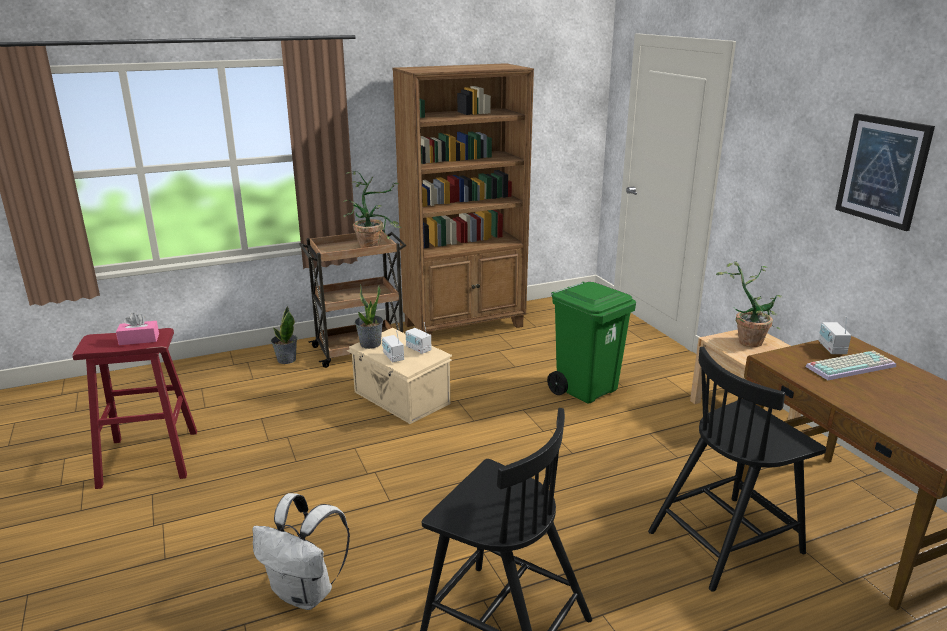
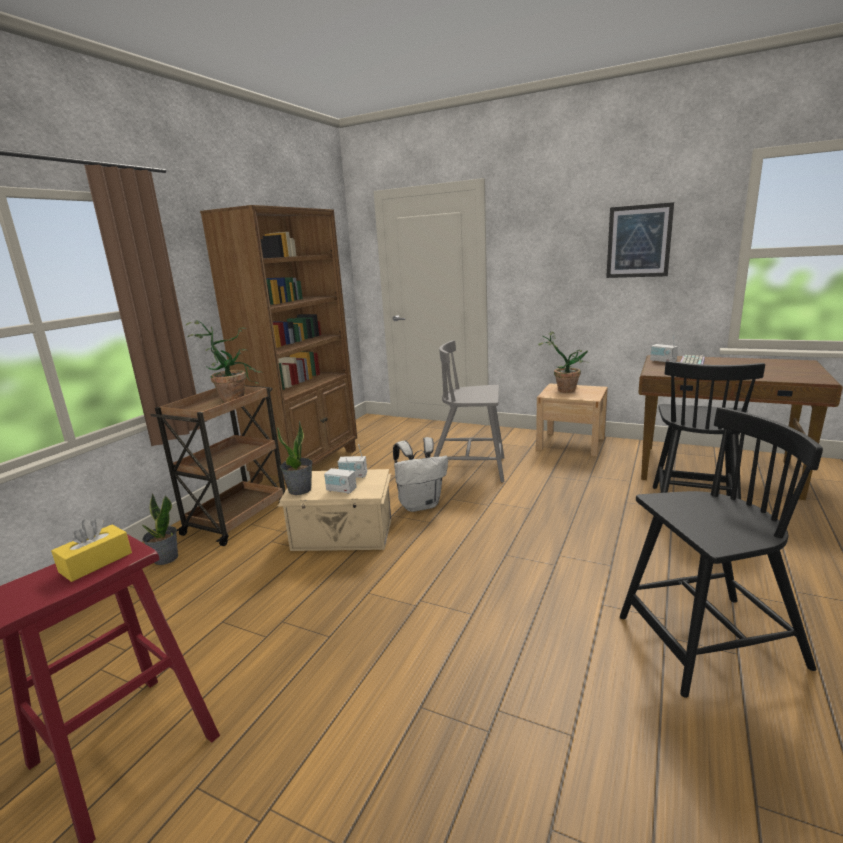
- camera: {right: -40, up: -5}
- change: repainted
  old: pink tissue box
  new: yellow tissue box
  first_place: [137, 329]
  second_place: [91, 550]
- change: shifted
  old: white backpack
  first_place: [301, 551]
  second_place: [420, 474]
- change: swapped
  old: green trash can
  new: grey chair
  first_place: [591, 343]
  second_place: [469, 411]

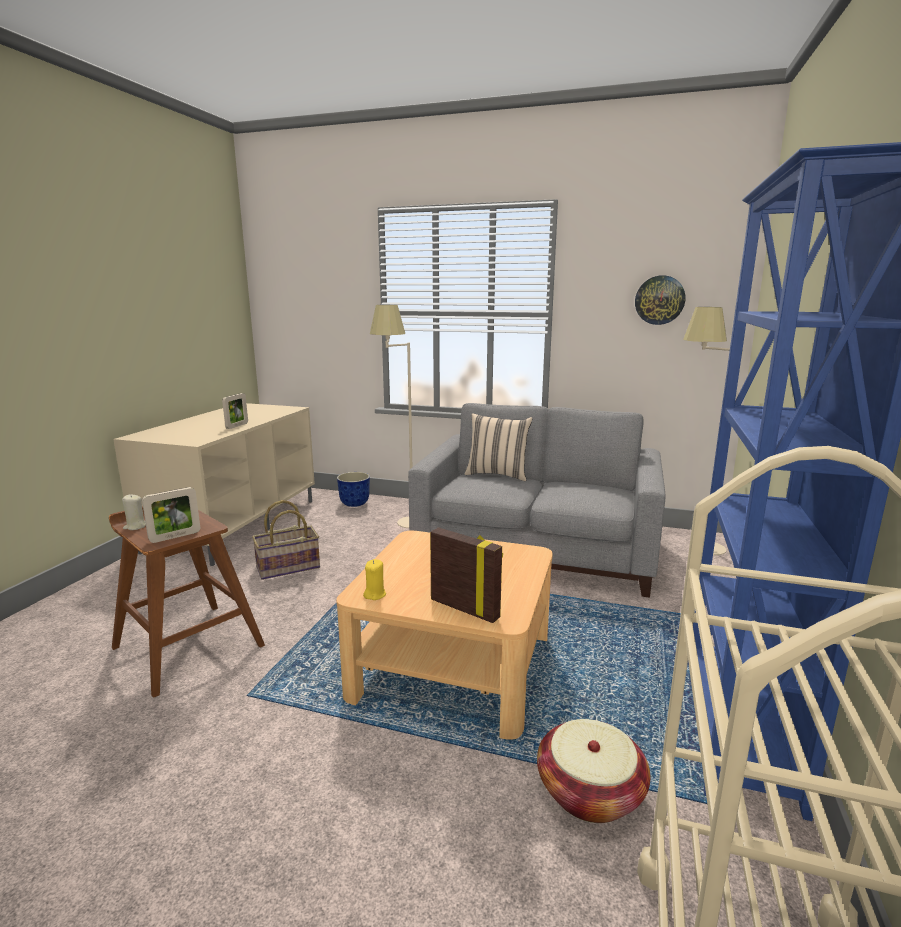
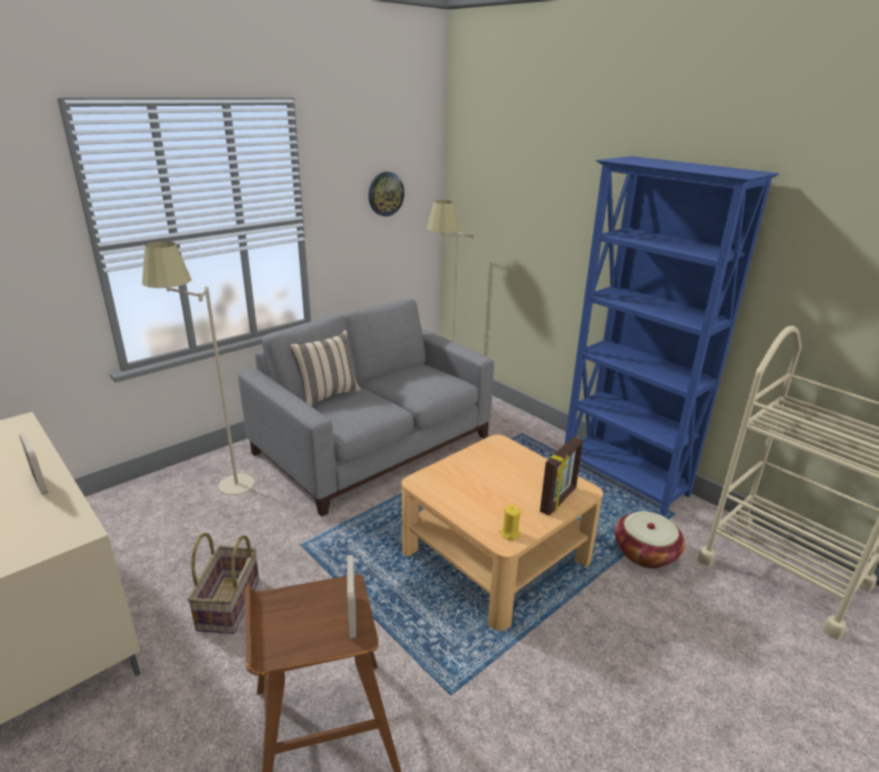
- camera: {right: -60, up: 10}
- change: gone
  old: beige candle
  first_place: [134, 512]
- change: gone
  old: planter
  first_place: [353, 489]
- change: rotated
  old: picture frame
  first_place: [466, 575]
  second_place: [561, 476]
  degrees: 150

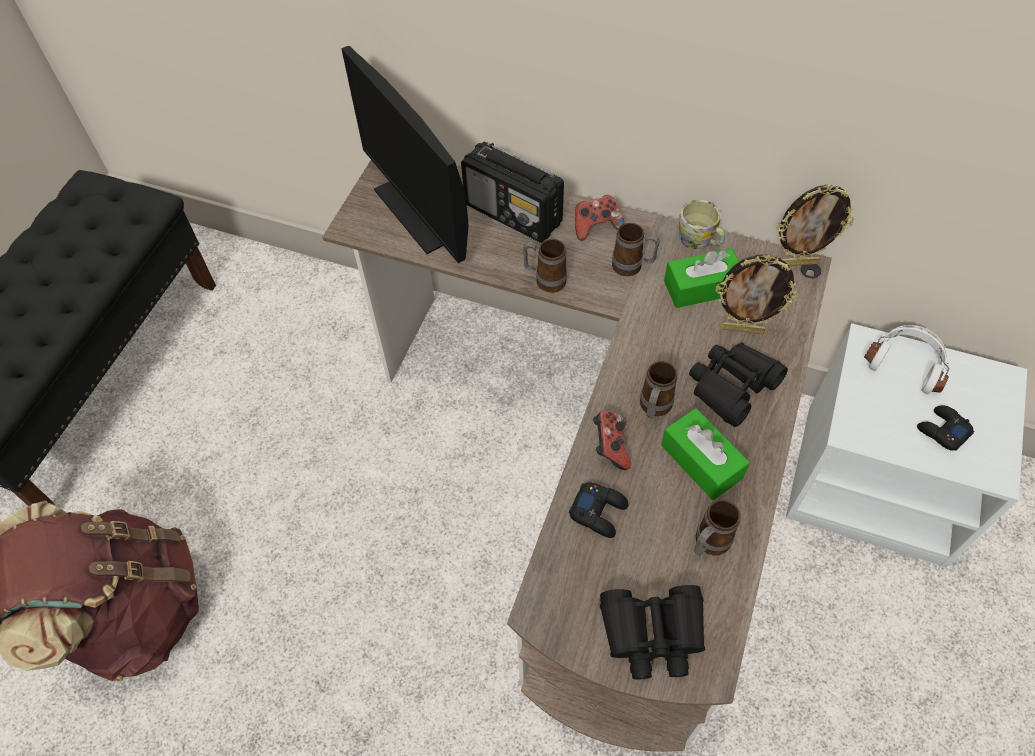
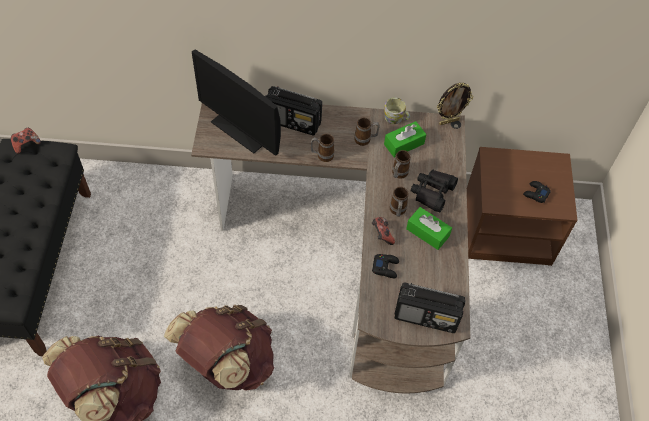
- camera: {right: -20, up: 0}
- change: shifted
  old: game controller
  first_place: [599, 218]
  second_place: [26, 141]
- change: swapped
  old: black binoculars
  new: radio
  first_place: [652, 632]
  second_place: [429, 307]
- change: shifted
  old: mug
  first_place: [717, 528]
  second_place: [401, 164]
- change: gone
  old: picture frame
  first_place: [757, 294]
- change: repainted
  old: white nightstand
  new: brown nightstand
  first_place: [906, 445]
  second_place: [522, 206]
- change: gone
  old: white headphones
  first_place: [906, 359]
- change: new
  new: brown backpack
  second_place: [219, 348]

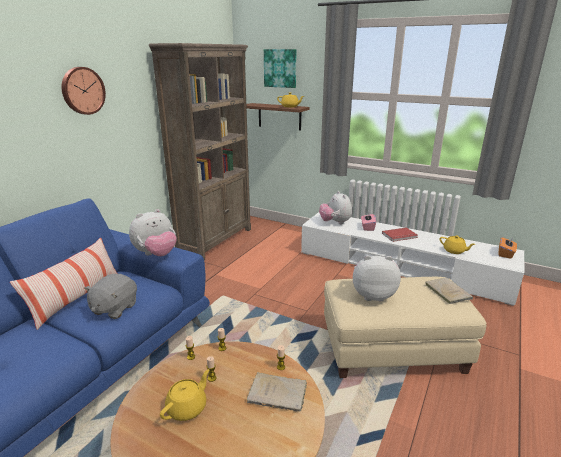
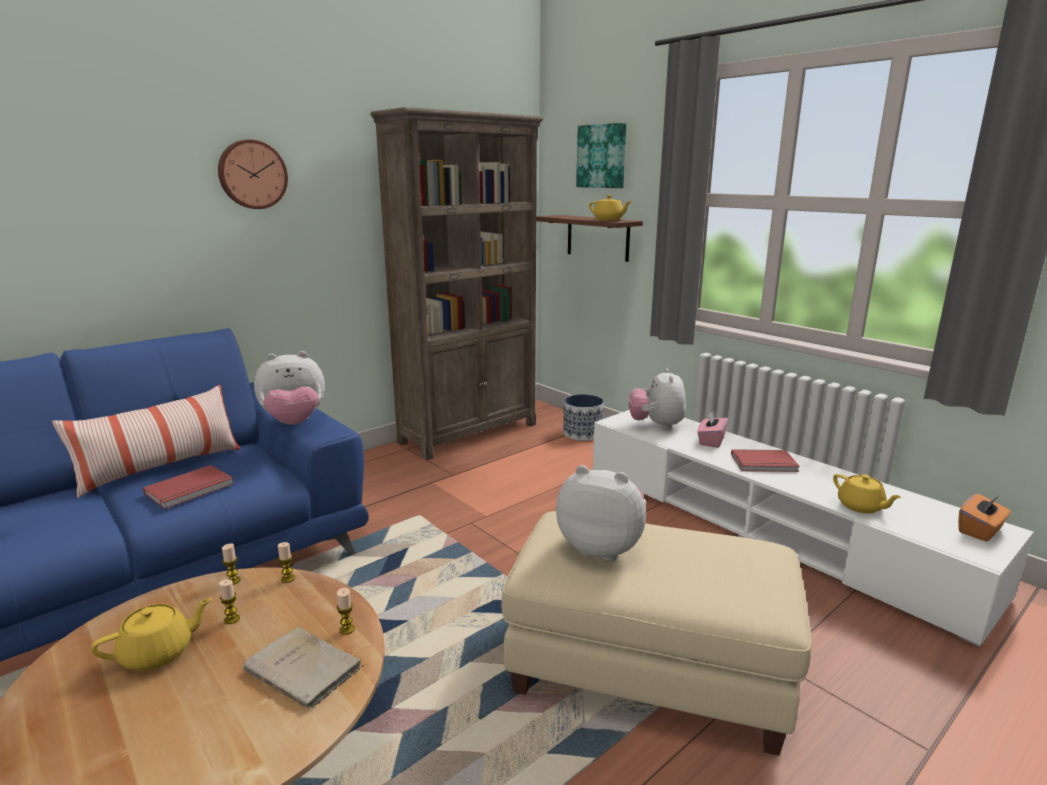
- camera: {right: 20, up: -5}
- change: swapped
  old: grey plush toy
  new: red book
  first_place: [110, 296]
  second_place: [188, 487]
- change: gone
  old: beige book
  first_place: [448, 291]
- change: new
  new: planter
  second_place: [583, 417]

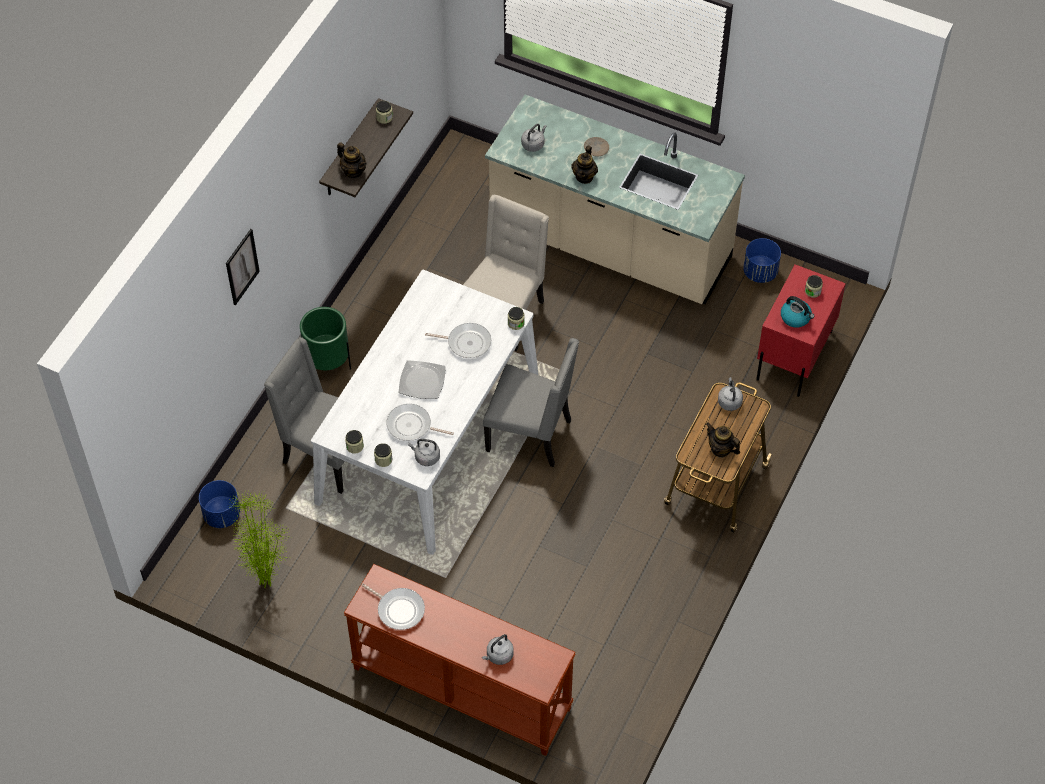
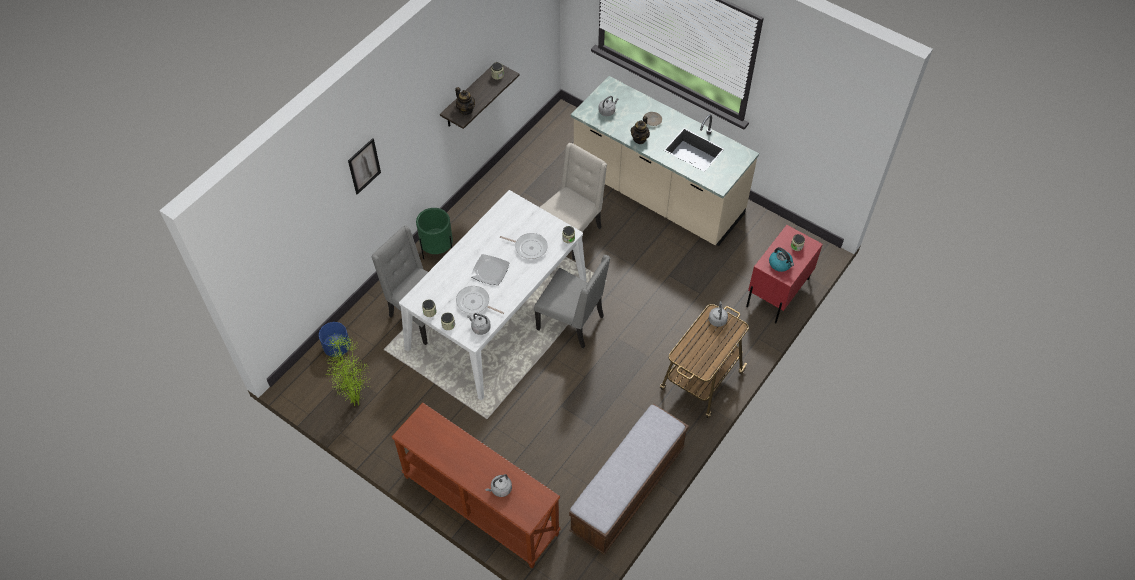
- camera: {right: 10, up: 0}
- change: gone
  old: frying pan
  first_place: [393, 606]
- change: gone
  old: teapot
  first_place: [723, 440]
- change: gone
  old: blue planter
  first_place: [762, 260]
- change: new
  new: bench
  second_place: [629, 479]

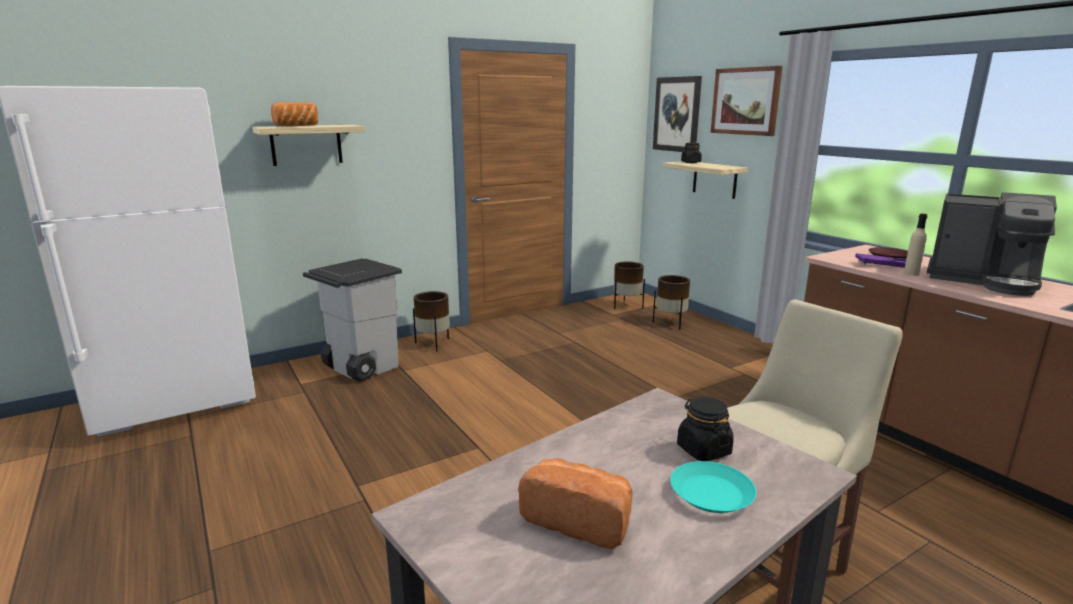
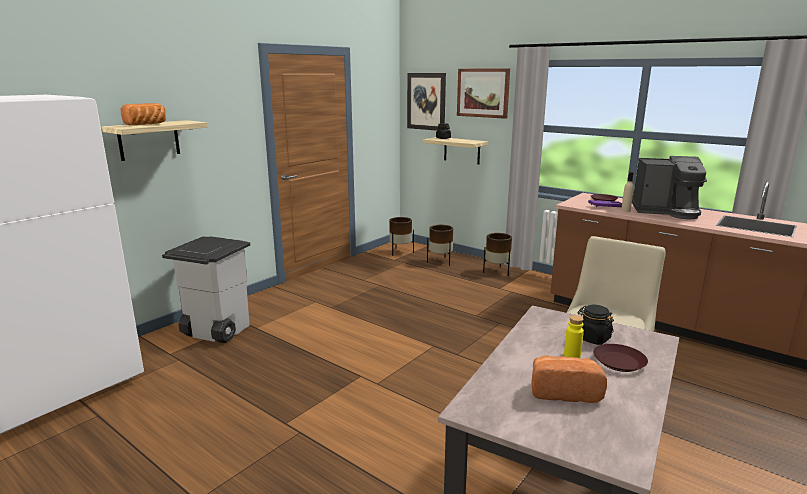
- camera: {right: -20, up: 0}
- change: shifted
  old: brown planter
  first_place: [431, 321]
  second_place: [497, 254]
- change: repainted
  old: turquoise plate
  new: brown plate
  first_place: [713, 487]
  second_place: [620, 358]
- change: new
  new: yellow bottle
  second_place: [574, 336]

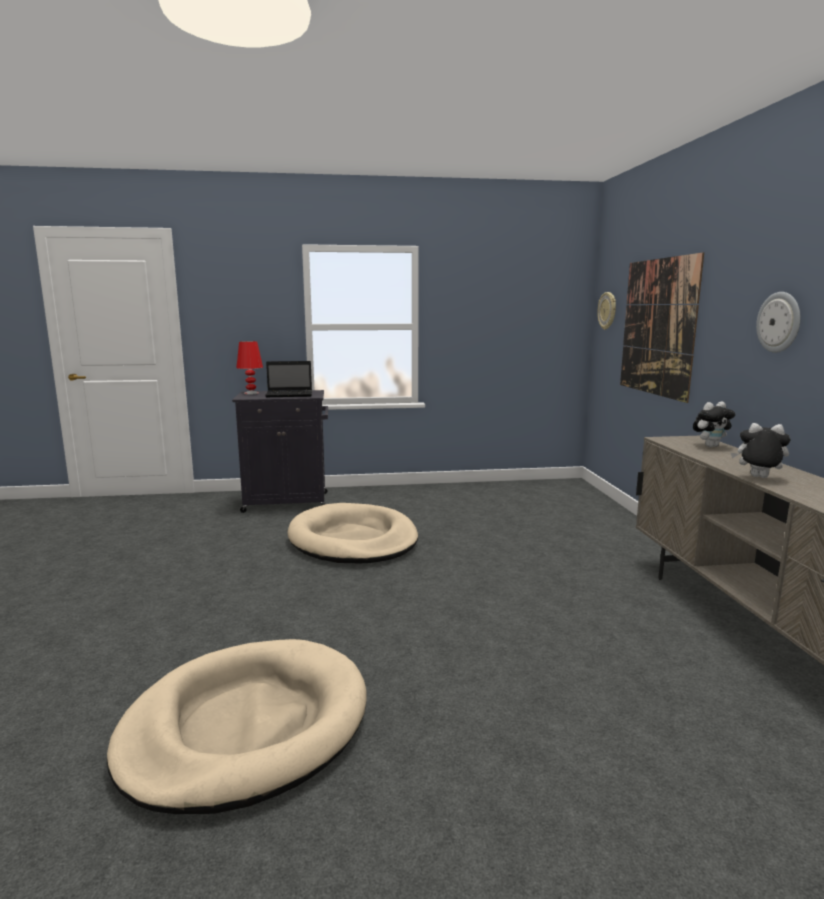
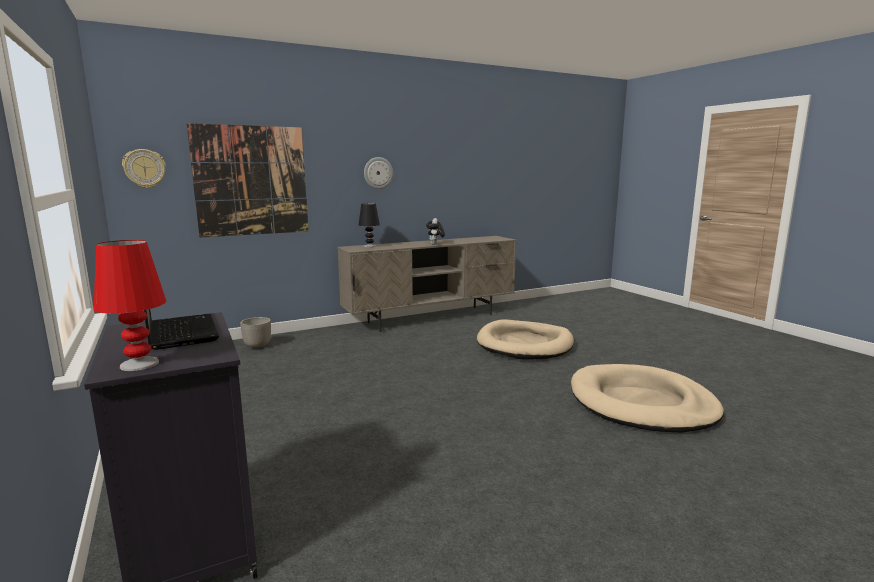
- camera: {right: -110, up: 0}
- change: shifted
  old: beige dog bed
  first_place: [352, 533]
  second_place: [525, 339]
- change: swapped
  old: plush toy
  new: black table lamp
  first_place: [714, 424]
  second_place: [369, 225]
- change: new
  new: planter
  second_place: [255, 333]

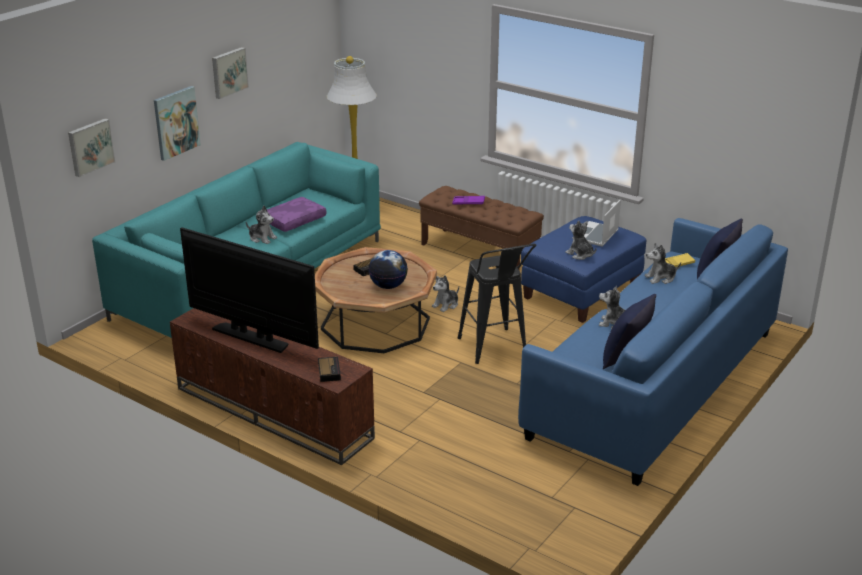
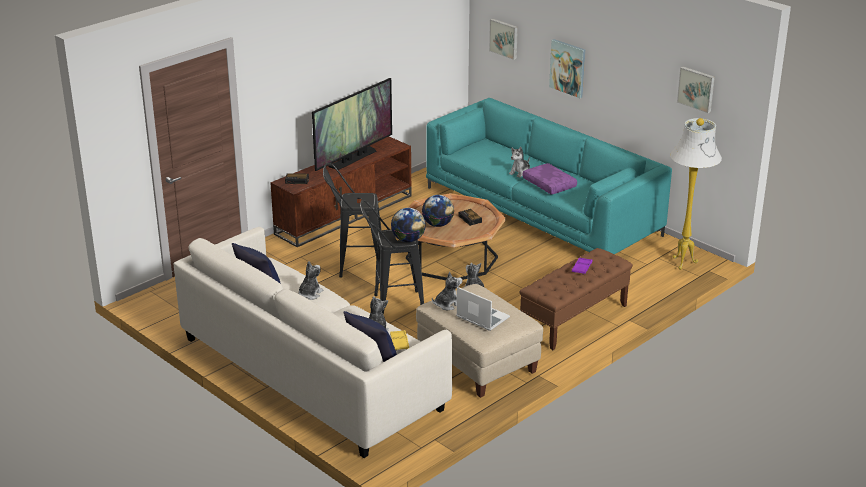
- camera: {right: 100, up: 0}
- change: shifted
  old: picture
  first_place: [230, 73]
  second_place: [696, 89]
- change: repainted
  old: blue sofa
  new: white sofa
  first_place: [653, 352]
  second_place: [313, 342]
- change: repainted
  old: blue ottoman
  new: beige ottoman
  first_place: [583, 269]
  second_place: [479, 341]
- change: new
  new: black stool
  second_place: [352, 220]
- change: new
  new: globe
  second_place: [408, 225]

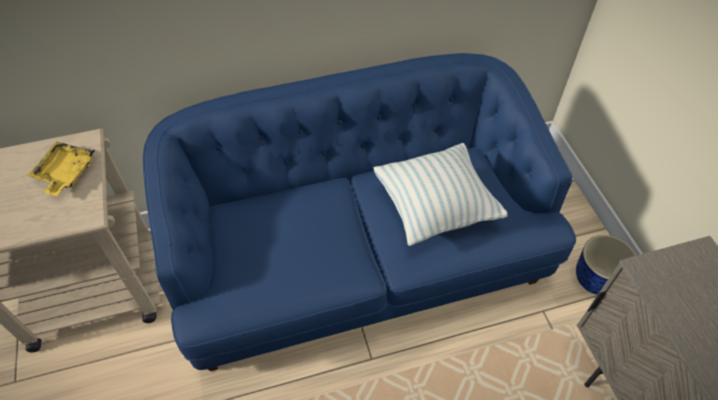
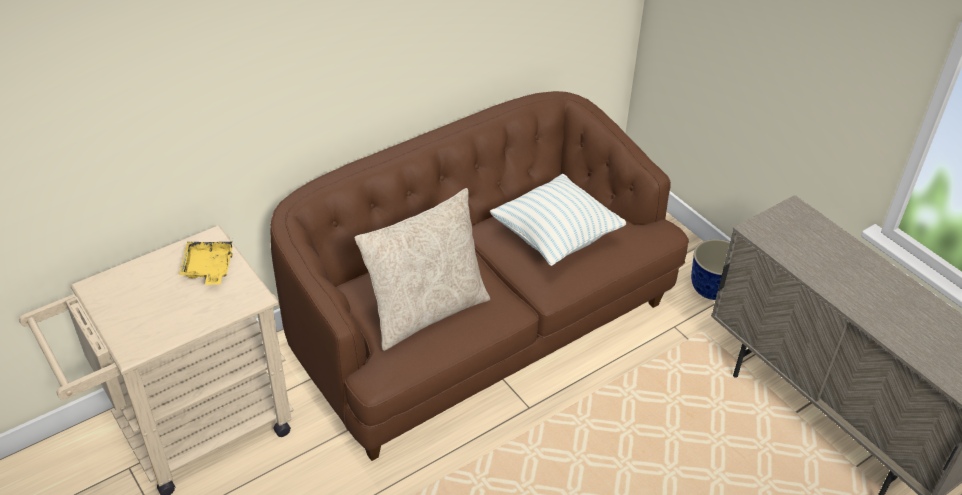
- camera: {right: -20, up: -10}
- change: repainted
  old: blue sofa
  new: brown sofa
  first_place: [359, 212]
  second_place: [479, 276]
- change: new
  new: beige pillow
  second_place: [422, 269]

